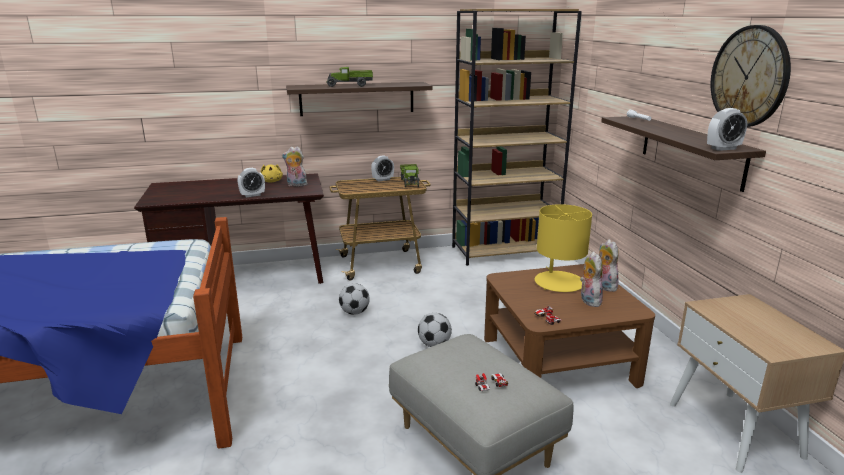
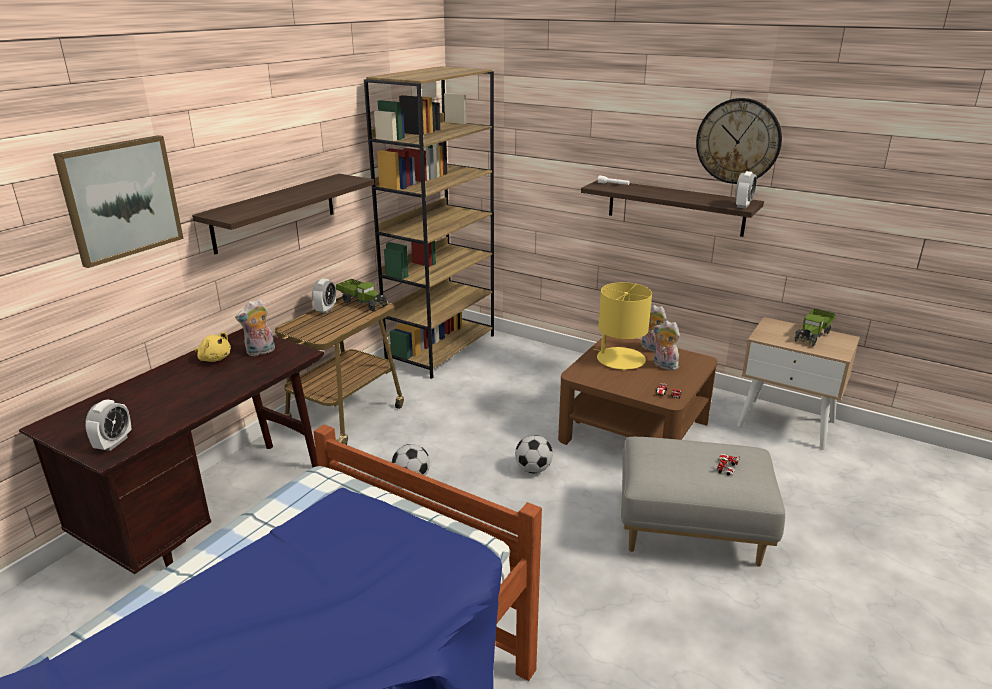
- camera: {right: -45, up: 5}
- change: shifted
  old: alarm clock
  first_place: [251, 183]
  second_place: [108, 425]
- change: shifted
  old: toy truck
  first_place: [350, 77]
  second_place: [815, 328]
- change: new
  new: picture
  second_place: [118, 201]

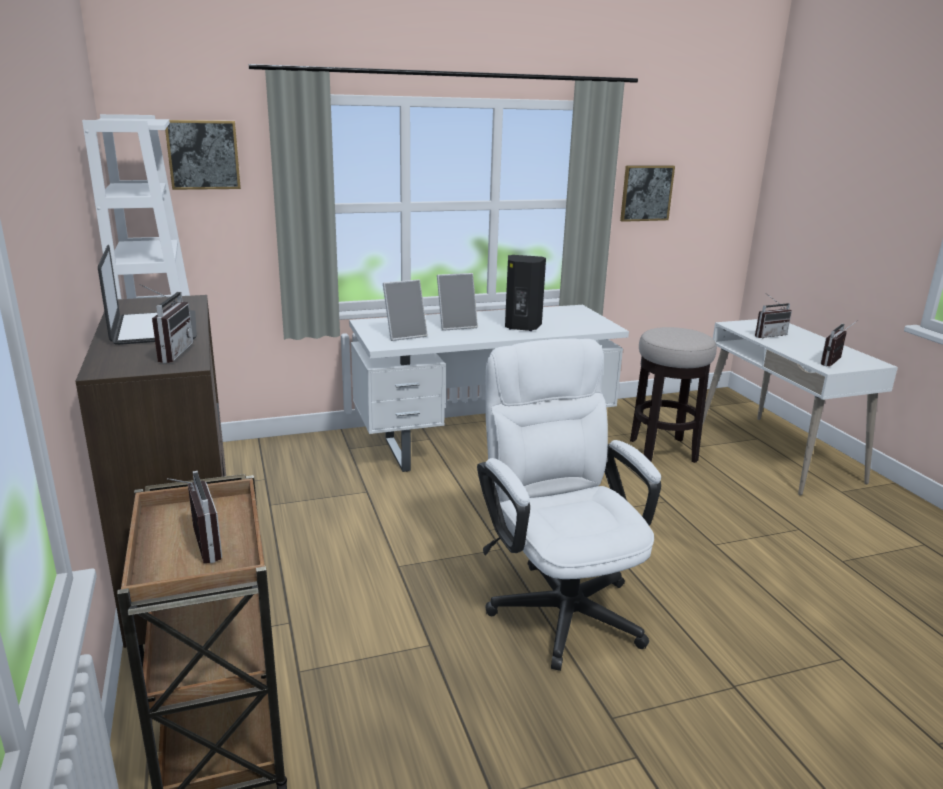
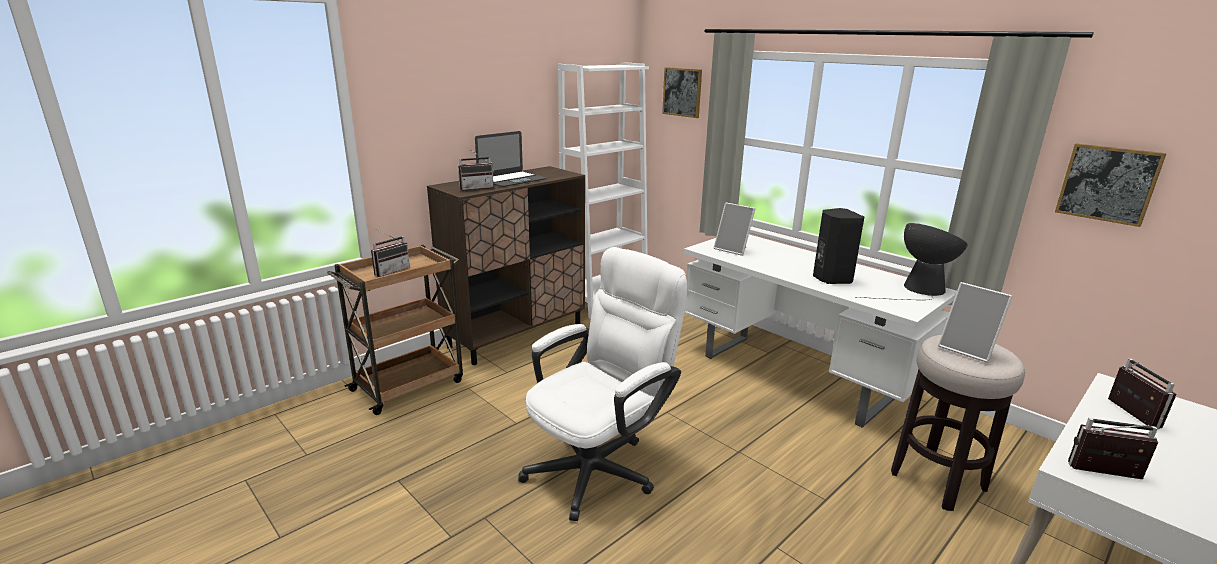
- camera: {right: 65, up: 0}
- change: shifted
  old: picture frame
  first_place: [457, 302]
  second_place: [975, 322]
- change: rotated
  old: radio
  first_place: [773, 315]
  second_place: [1142, 394]
  degrees: -135
- change: new
  new: table lamp
  second_place: [912, 261]

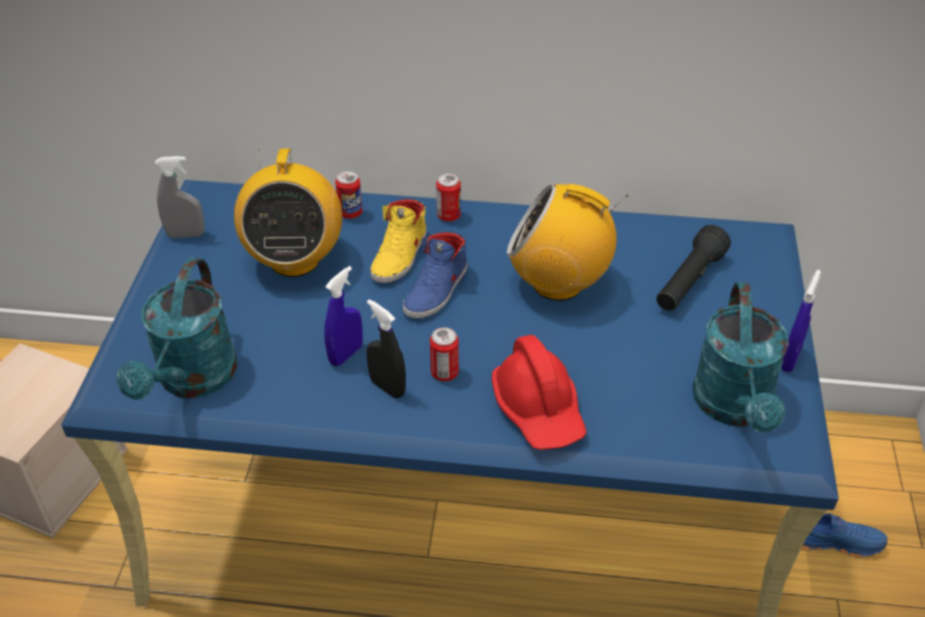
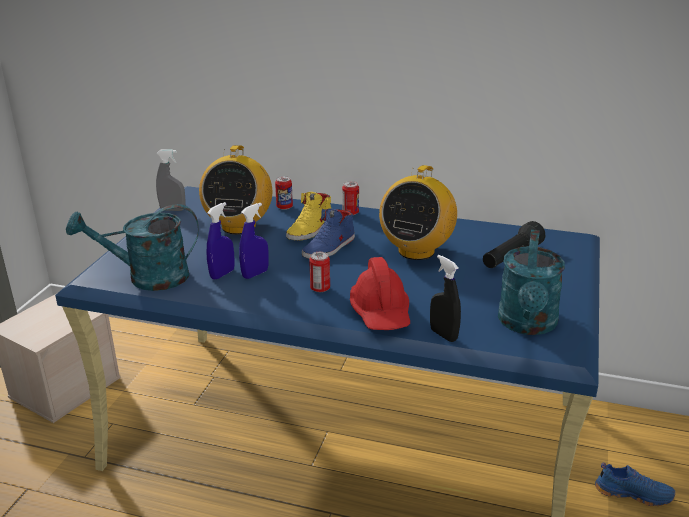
- camera: {right: 10, up: -15}
- change: rotated
  old: turquoise watering can
  first_place: [176, 329]
  second_place: [132, 247]
  degrees: 60
- change: shifted
  old: black spray bottle
  first_place: [386, 348]
  second_place: [445, 298]
- change: rotated
  old: radio
  first_place: [567, 242]
  second_place: [418, 212]
  degrees: -90
- change: shifted
  old: blue spray bottle
  first_place: [801, 321]
  second_place: [221, 241]

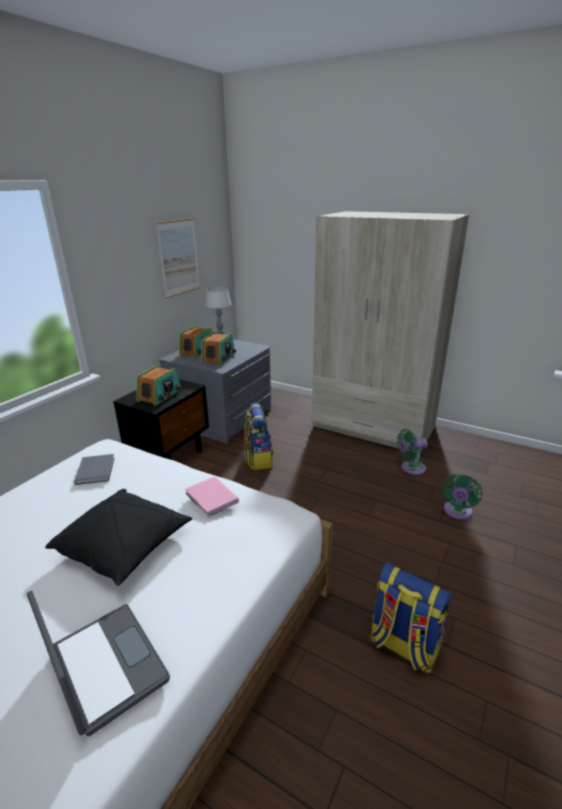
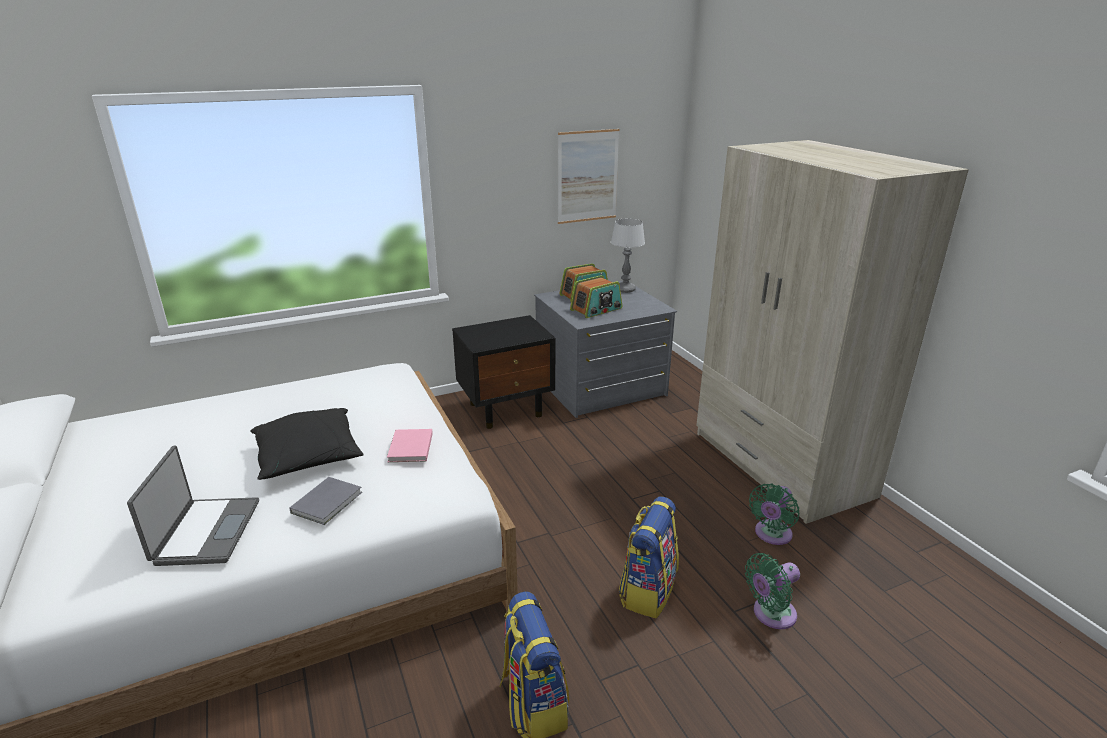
- camera: {right: 35, up: 0}
- change: shifted
  old: grey book
  first_place: [94, 469]
  second_place: [325, 501]
- change: gone
  old: radio
  first_place: [158, 385]
- change: shifted
  old: backpack
  first_place: [259, 436]
  second_place: [649, 557]
- change: rotated
  old: green fan
  first_place: [412, 452]
  second_place: [774, 514]
  degrees: -75

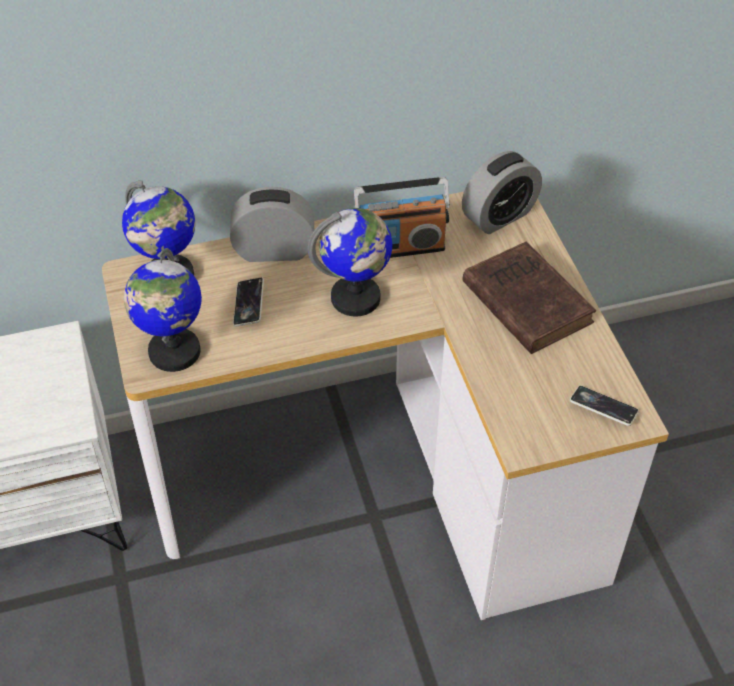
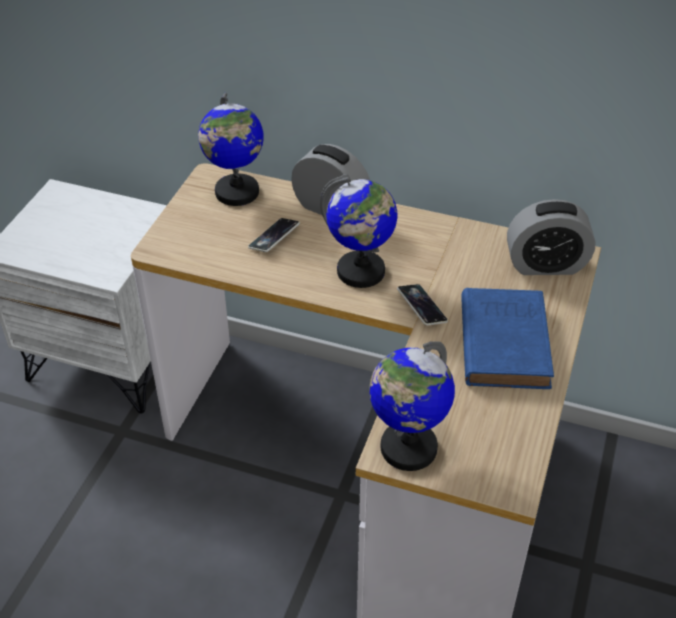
- camera: {right: 35, up: -5}
- change: shifted
  old: globe
  first_place: [163, 310]
  second_place: [412, 406]
- change: gone
  old: radio
  first_place: [402, 217]
- change: repainted
  old: brown book
  new: blue book
  first_place: [529, 298]
  second_place: [507, 338]
- change: shifted
  old: phone
  first_place: [604, 406]
  second_place: [422, 304]

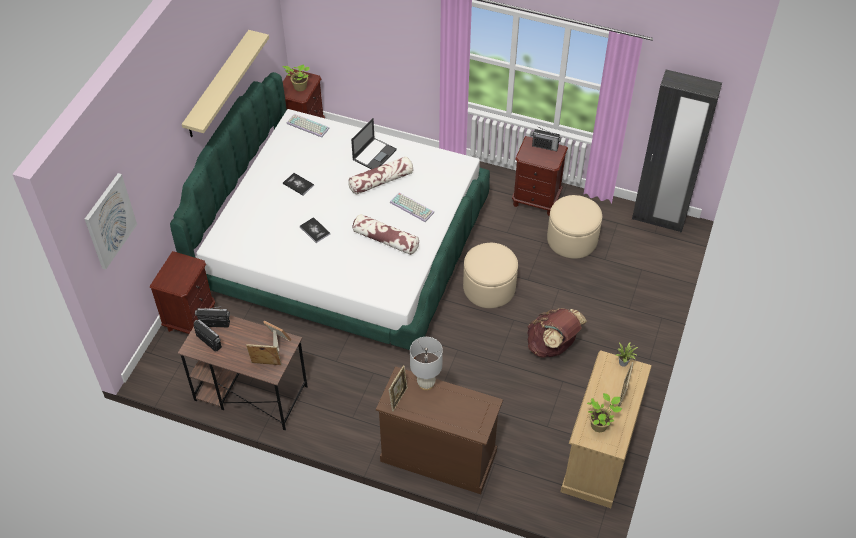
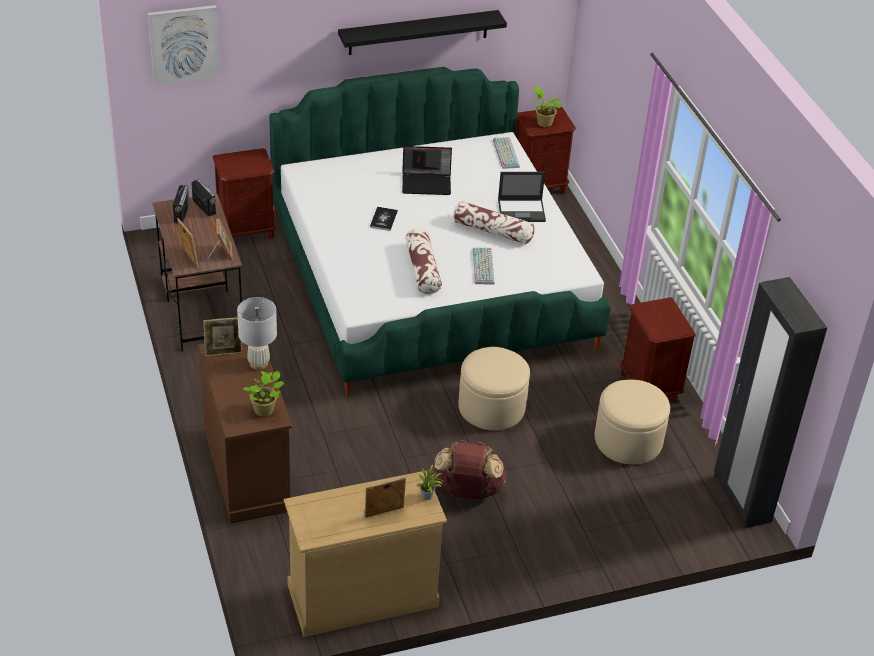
- camera: {right: 50, up: -10}
- change: repainted
  old: beige shelf
  new: black shelf
  first_place: [225, 83]
  second_place: [422, 32]
- change: swapped
  old: book
  new: laptop
  first_place: [298, 184]
  second_place: [427, 170]
- change: gone
  old: radio
  first_place: [546, 138]
- change: shifted
  old: potted plant
  first_place: [604, 412]
  second_place: [263, 393]

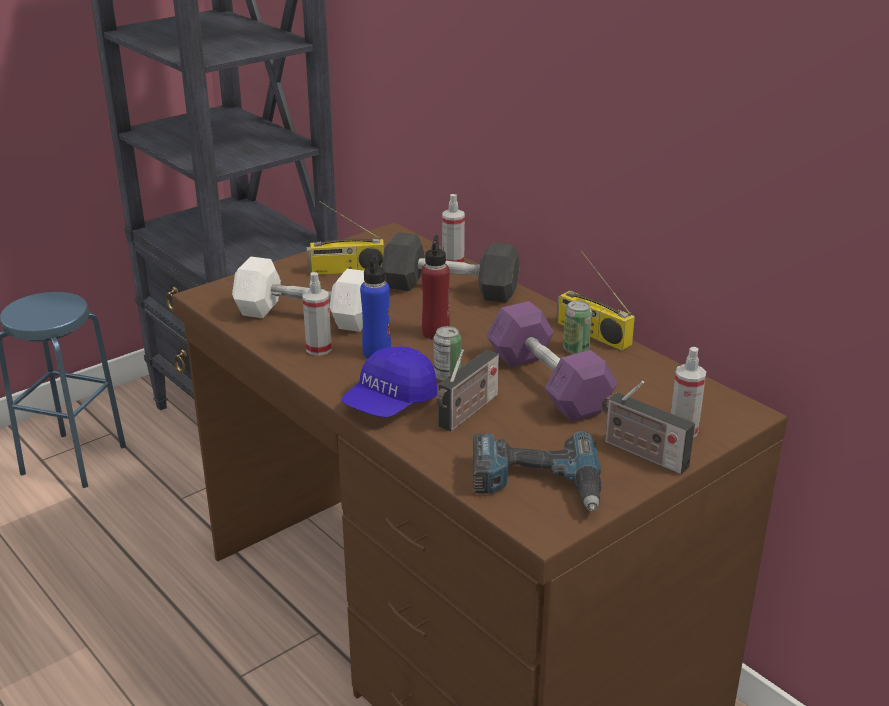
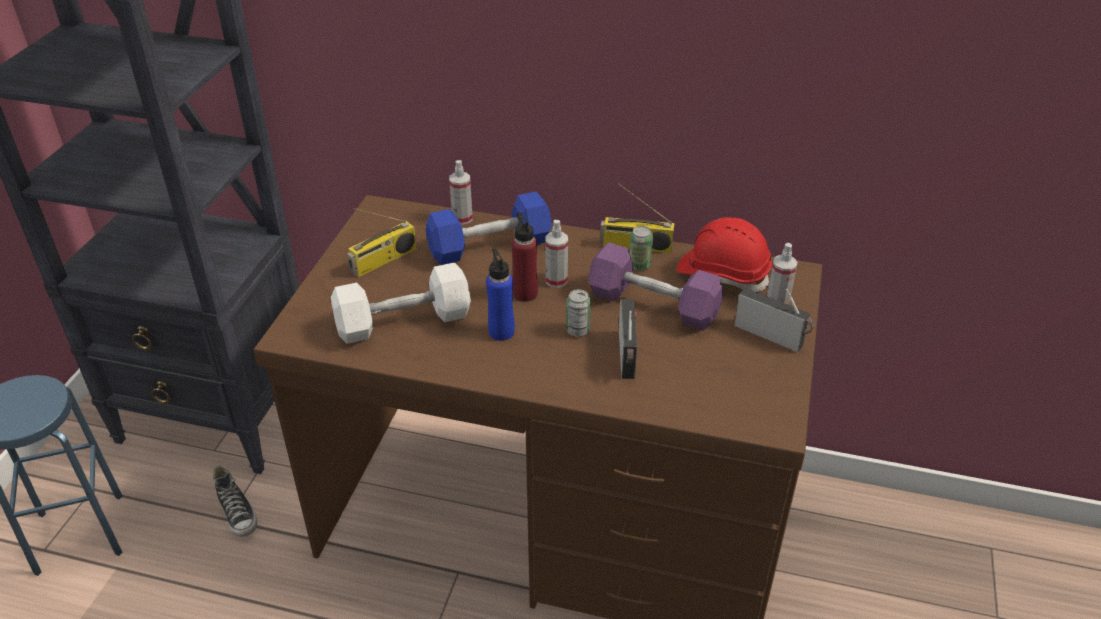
- camera: {right: -35, up: 10}
- change: shifted
  old: spray bottle
  first_place: [317, 314]
  second_place: [556, 254]
- change: gone
  old: blue cap
  first_place: [389, 382]
- change: repainted
  old: grey dumbbell
  new: blue dumbbell
  first_place: [451, 267]
  second_place: [489, 228]
- change: gone
  old: power drill
  first_place: [537, 471]
- change: rotated
  old: radio
  first_place: [648, 427]
  second_place: [774, 320]
  degrees: -150
- change: new
  new: shoe
  second_place: [235, 501]
- change: new
  new: red hard hat
  second_place: [724, 254]

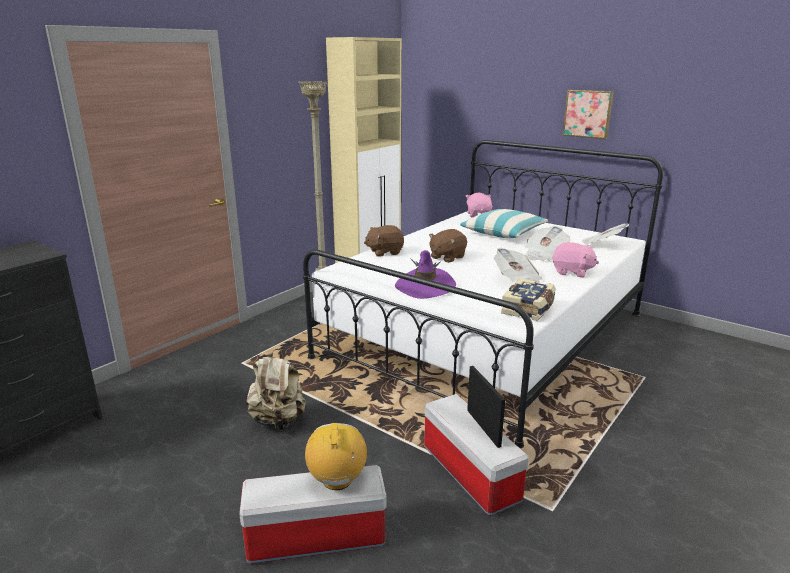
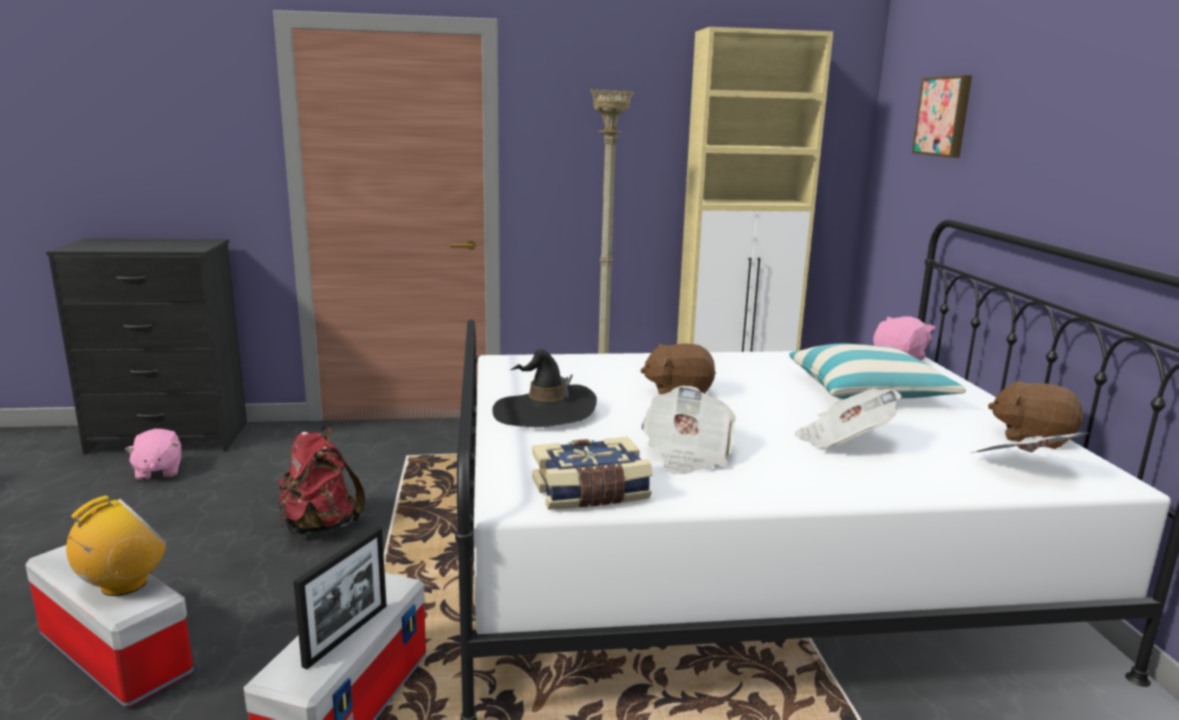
- camera: {right: 45, up: -5}
- change: repainted
  old: beige backpack
  new: red backpack
  first_place: [276, 389]
  second_place: [322, 480]
- change: shifted
  old: brown plush toy
  first_place: [384, 241]
  second_place: [1036, 414]
- change: repainted
  old: purple hat
  new: black hat
  first_place: [425, 274]
  second_place: [544, 388]
- change: shifted
  old: pink plush toy
  first_place: [575, 259]
  second_place: [153, 455]
- change: shifted
  old: picture
  first_place: [588, 114]
  second_place: [942, 116]

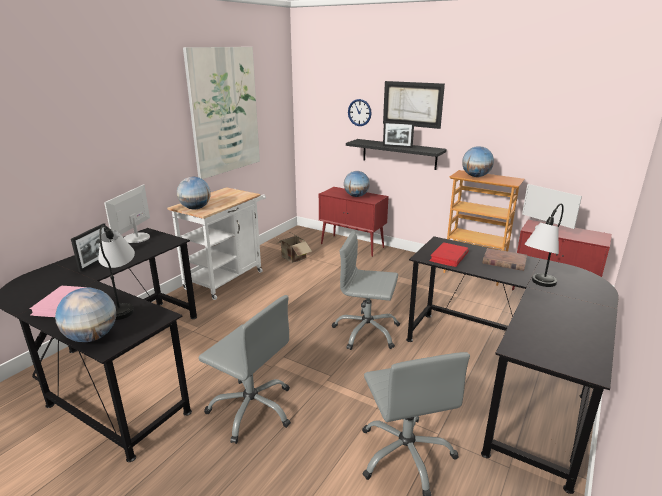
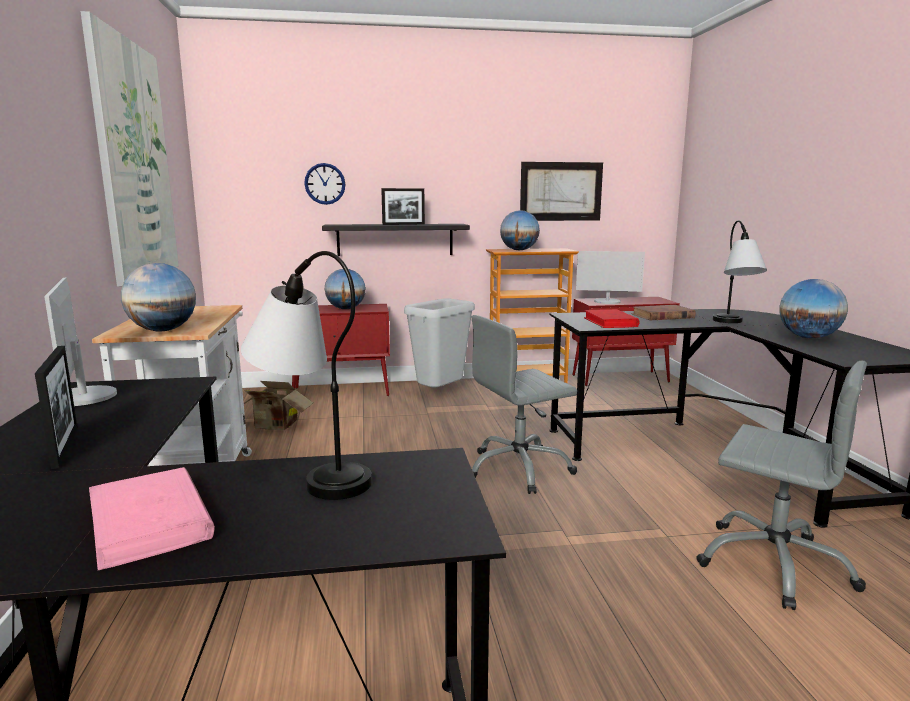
- camera: {right: -40, up: -10}
- change: shifted
  old: globe
  first_place: [85, 315]
  second_place: [813, 309]
- change: gone
  old: grey office chair
  first_place: [245, 369]
- change: shifted
  old: picture
  first_place: [414, 105]
  second_place: [561, 191]
- change: new
  new: grey trash can
  second_place: [439, 342]

